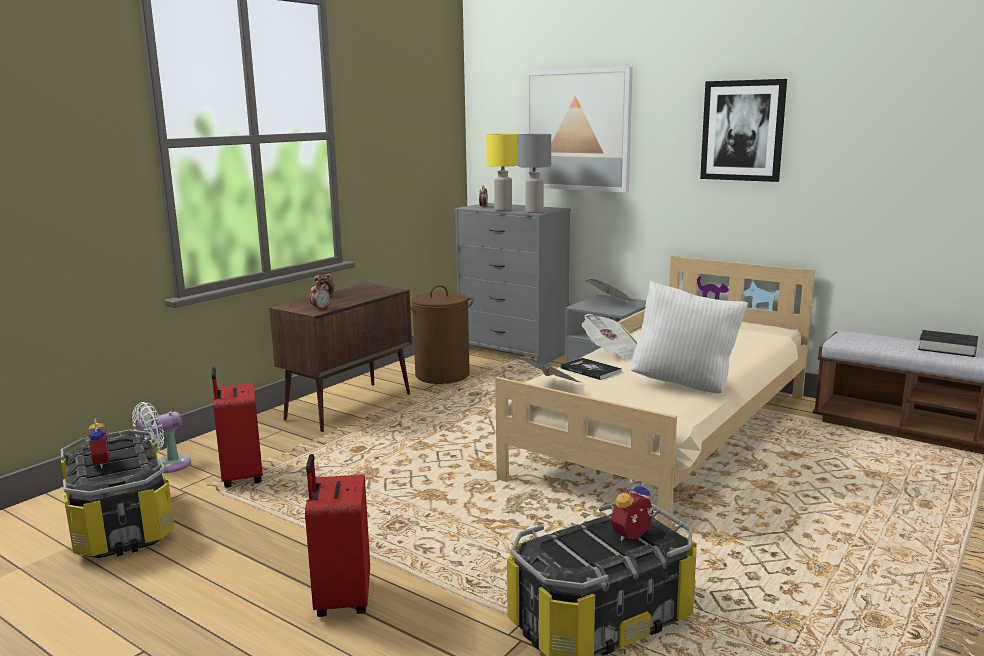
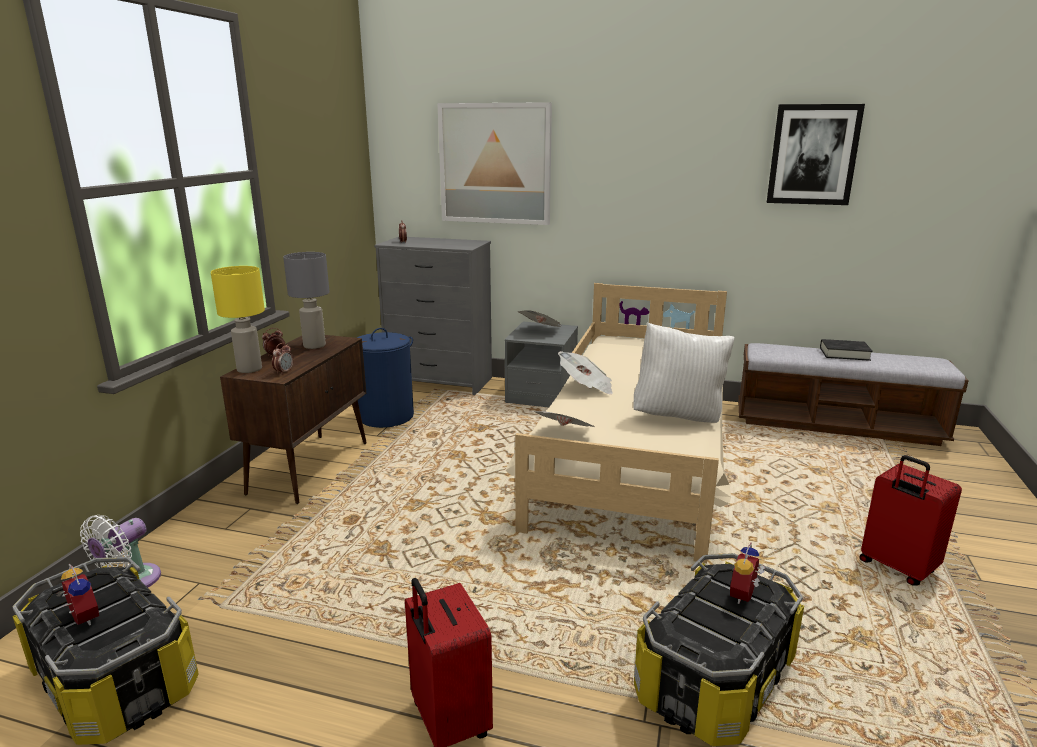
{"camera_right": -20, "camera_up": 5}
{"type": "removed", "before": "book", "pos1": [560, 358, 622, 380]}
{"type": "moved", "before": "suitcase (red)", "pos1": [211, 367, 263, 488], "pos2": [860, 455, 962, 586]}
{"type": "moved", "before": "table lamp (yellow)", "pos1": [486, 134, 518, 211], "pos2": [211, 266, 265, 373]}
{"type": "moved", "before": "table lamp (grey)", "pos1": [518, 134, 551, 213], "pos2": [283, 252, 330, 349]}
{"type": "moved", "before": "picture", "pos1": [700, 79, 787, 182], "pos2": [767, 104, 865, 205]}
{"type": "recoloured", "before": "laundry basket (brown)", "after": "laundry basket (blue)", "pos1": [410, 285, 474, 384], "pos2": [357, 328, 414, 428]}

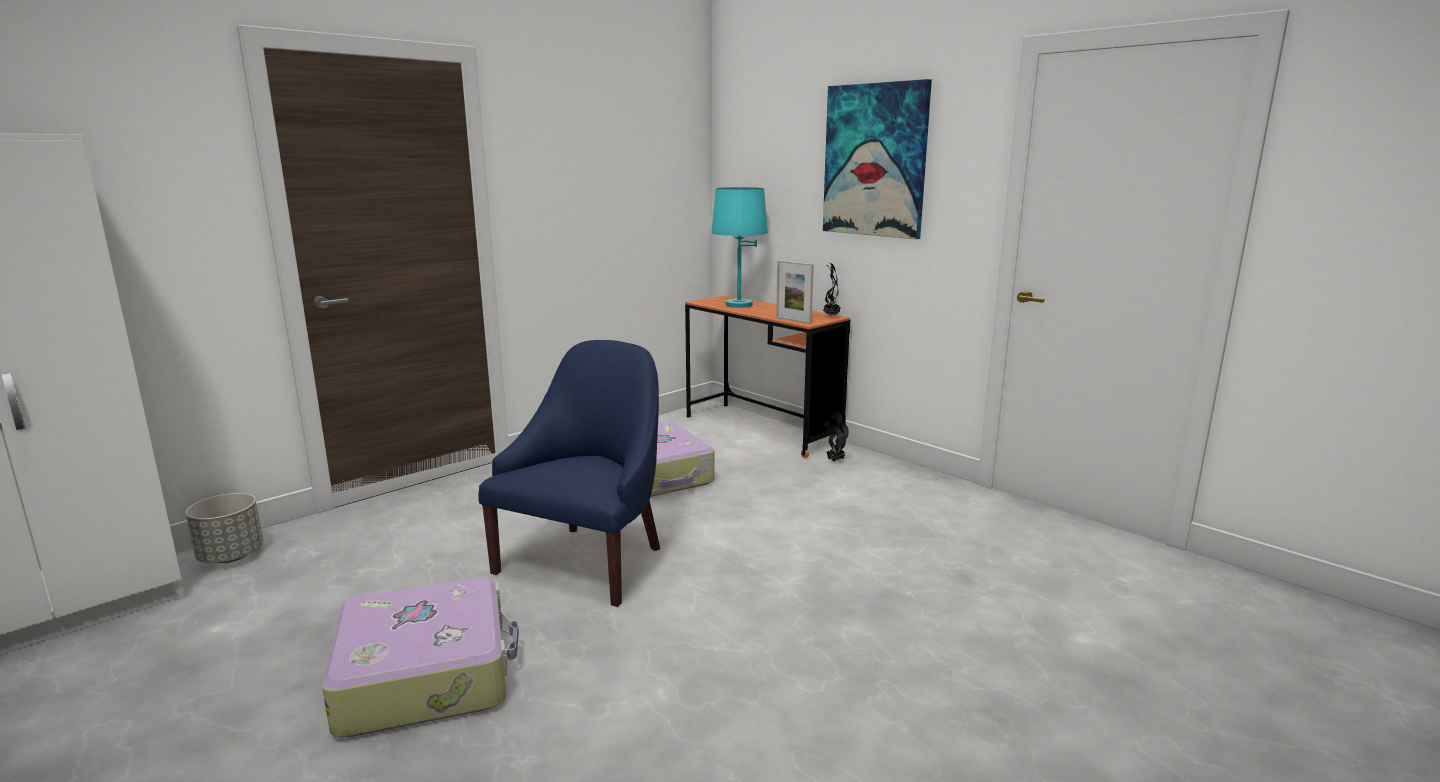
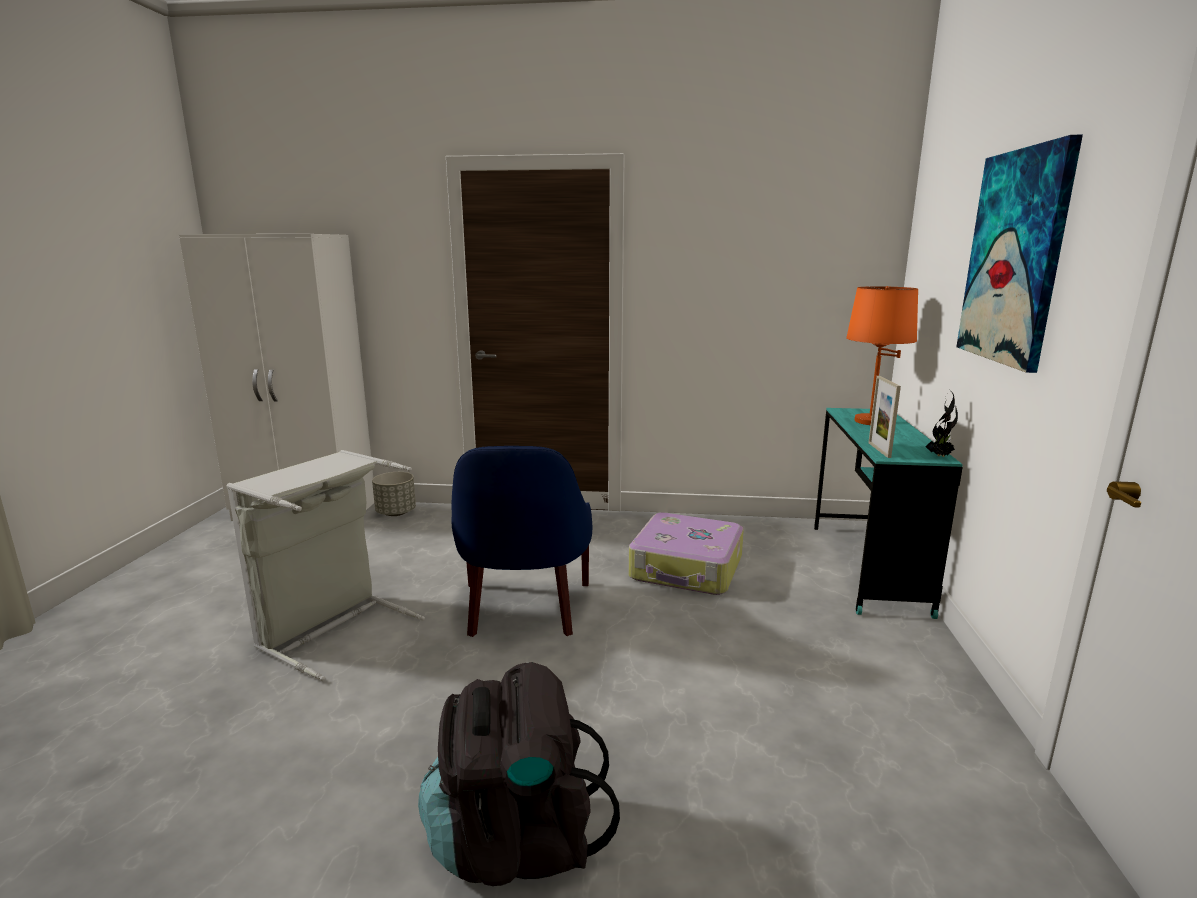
{"camera_right": 50, "camera_up": 0}
{"type": "removed", "before": "potted plant", "pos1": [825, 411, 849, 462]}
{"type": "added", "after": "backpack (black)", "pos2": [418, 662, 620, 886]}
{"type": "replaced", "before": "suitcase", "after": "laundry basket (grey)", "pos1": [322, 578, 519, 737], "pos2": [226, 450, 425, 681]}
{"type": "recoloured", "before": "desk (orange)", "after": "desk (turquoise)", "pos1": [685, 295, 850, 458], "pos2": [814, 408, 963, 619]}
{"type": "recoloured", "before": "table lamp (turquoise)", "after": "table lamp (orange)", "pos1": [711, 187, 768, 308], "pos2": [846, 286, 918, 425]}
{"type": "turned", "before": "armchair (blue)", "pos1": [478, 340, 660, 607], "pos2": [452, 446, 592, 637], "turn": 105}

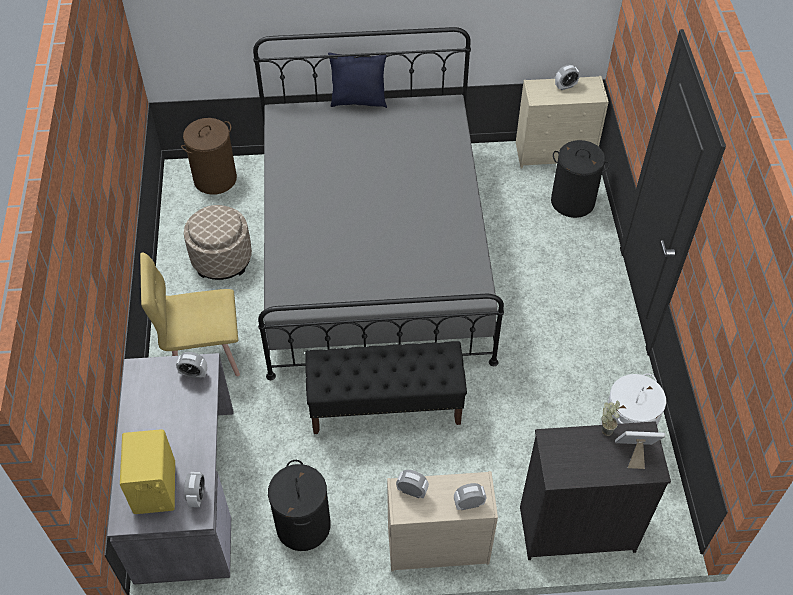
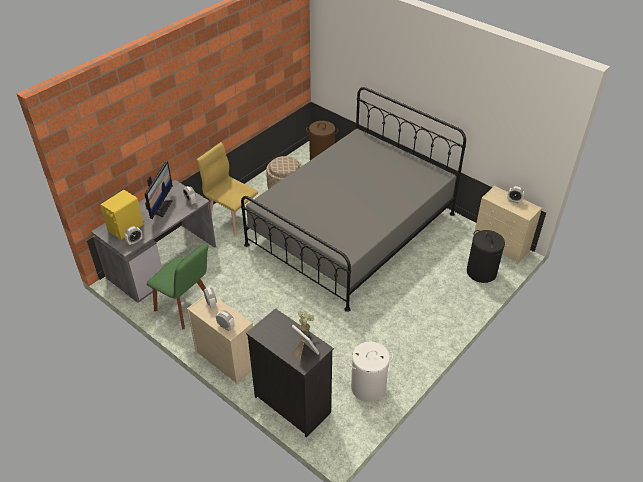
{"camera_right": 45, "camera_up": -10}
{"type": "removed", "before": "bench (black)", "pos1": [305, 341, 467, 434]}
{"type": "removed", "before": "pillow (blue)", "pos1": [328, 53, 387, 108]}
{"type": "added", "after": "monitor", "pos2": [145, 161, 173, 219]}
{"type": "replaced", "before": "laundry basket (black)", "after": "chair (green)", "pos1": [268, 460, 331, 551], "pos2": [147, 243, 208, 330]}

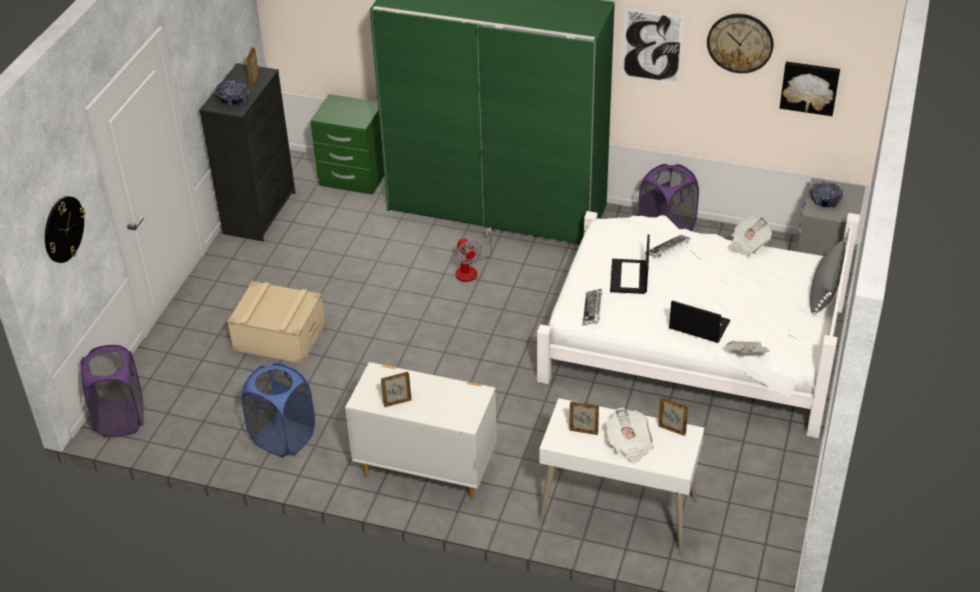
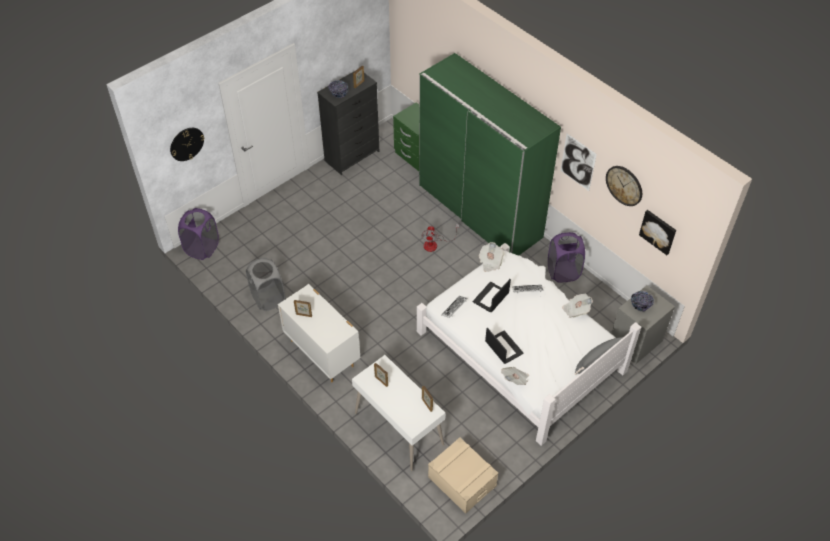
{"camera_right": 30, "camera_up": 10}
{"type": "moved", "before": "storage box (beige)", "pos1": [227, 281, 326, 364], "pos2": [428, 437, 498, 514]}
{"type": "moved", "before": "newspaper", "pos1": [606, 407, 654, 463], "pos2": [479, 242, 504, 272]}
{"type": "recoloured", "before": "laundry basket (blue)", "after": "laundry basket (grey)", "pos1": [242, 363, 315, 457], "pos2": [246, 258, 285, 311]}

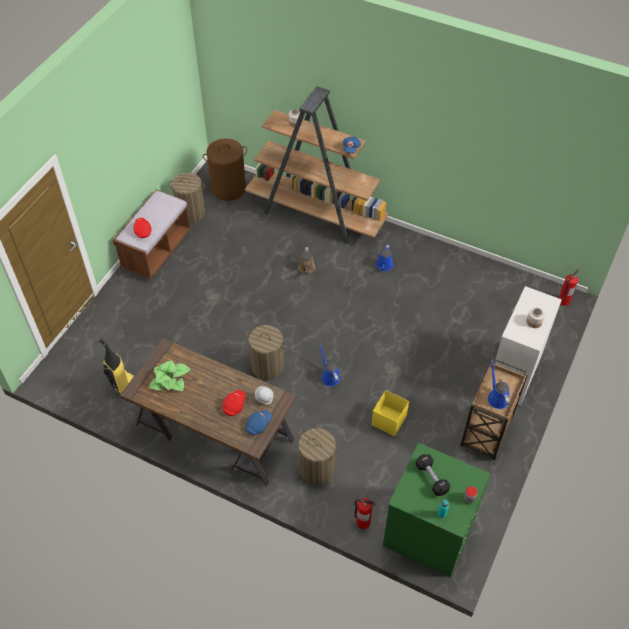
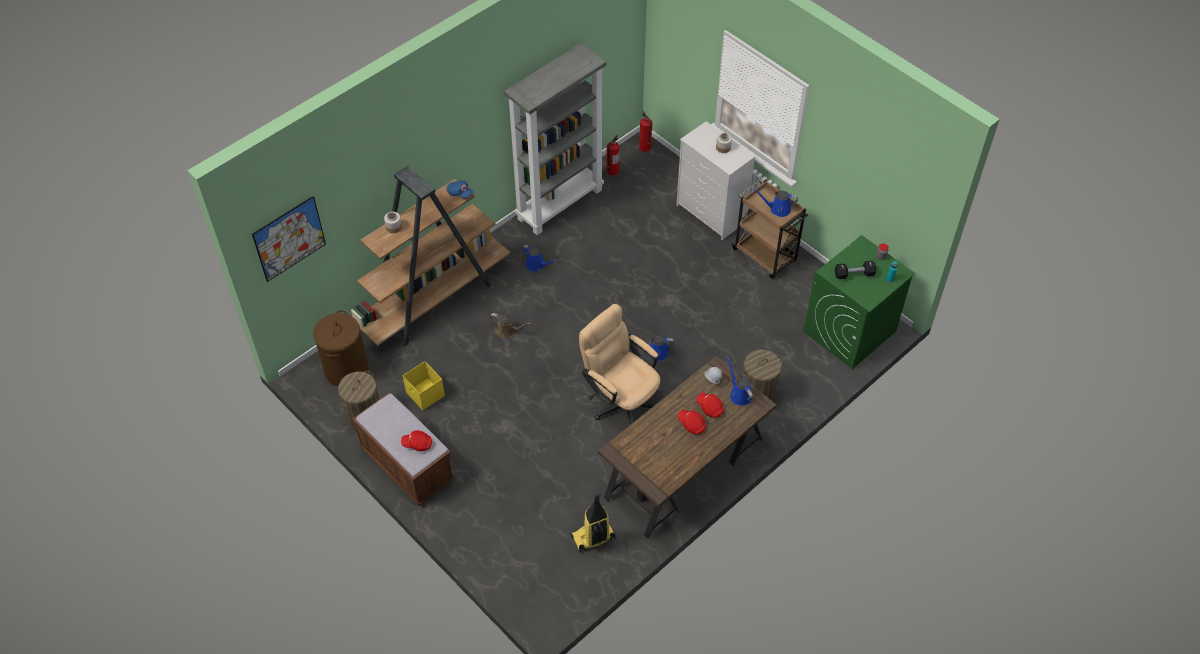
{"camera_right": -70, "camera_up": 0}
{"type": "removed", "before": "potted plant", "pos1": [149, 360, 191, 391]}
{"type": "added", "after": "picture", "pos2": [252, 196, 326, 282]}
{"type": "added", "after": "bookcase (grey)", "pos2": [504, 43, 606, 235]}
{"type": "added", "after": "cap (red)", "pos2": [678, 410, 706, 434]}
{"type": "moved", "before": "fire extinguisher", "pos1": [354, 498, 375, 529], "pos2": [607, 135, 619, 176]}
{"type": "moved", "before": "storage box (yellow)", "pos1": [372, 390, 409, 436], "pos2": [403, 361, 445, 410]}
{"type": "replaced", "before": "cap (blue)", "after": "watering can (blue)", "pos1": [245, 410, 272, 435], "pos2": [727, 357, 753, 406]}
{"type": "replaced", "before": "laundry basket", "after": "office chair (beige)", "pos1": [246, 325, 286, 379], "pos2": [579, 304, 661, 425]}

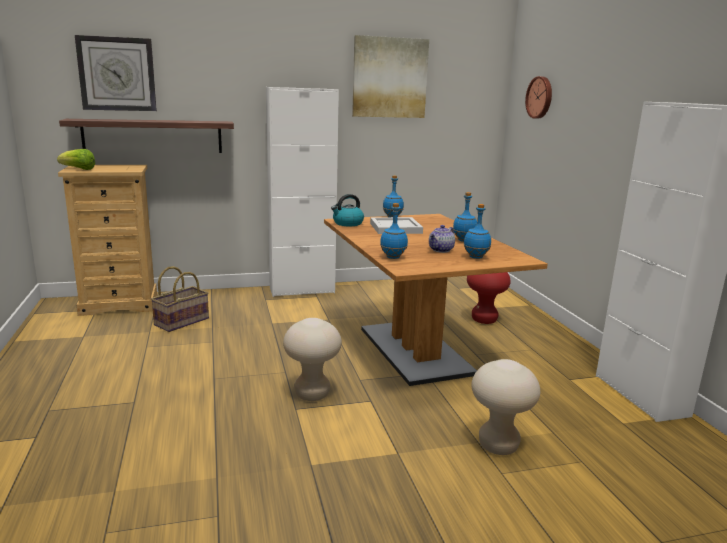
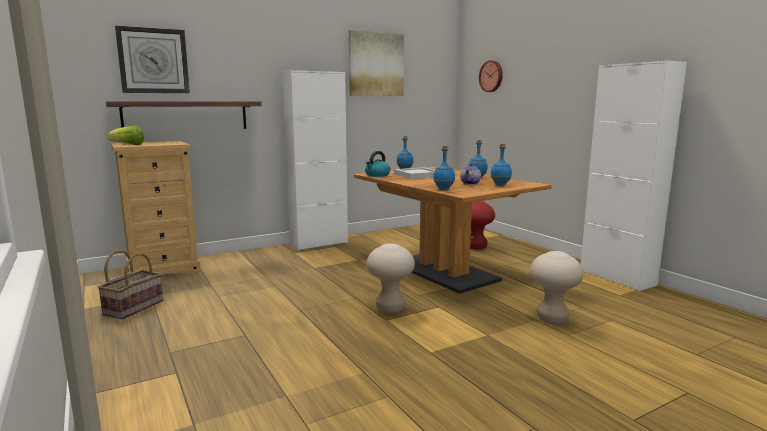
{"camera_right": -15, "camera_up": -5}
{"type": "moved", "before": "basket", "pos1": [151, 266, 209, 332], "pos2": [97, 250, 163, 320]}

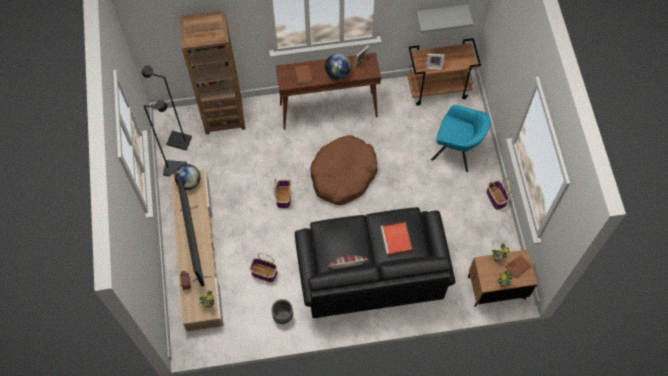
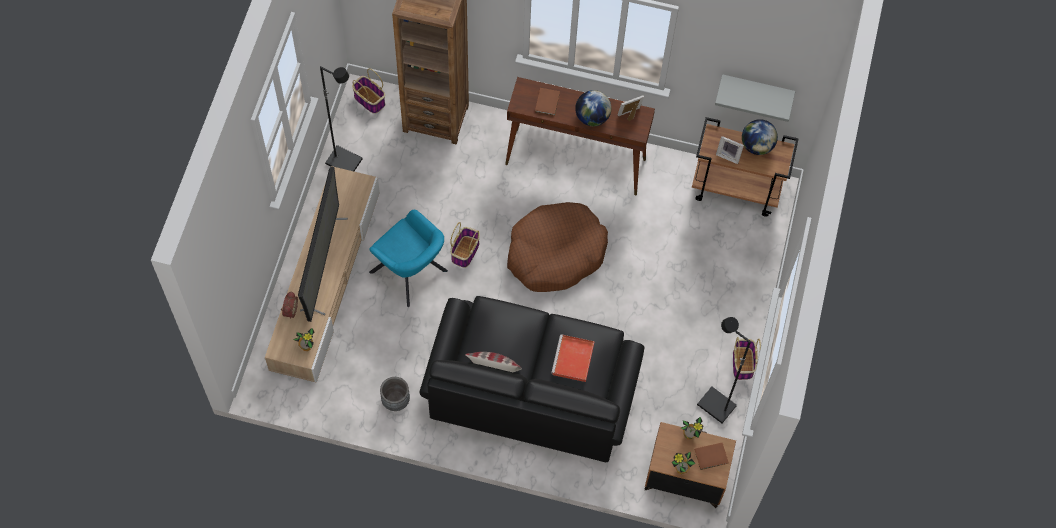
{"camera_right": 20, "camera_up": 0}
{"type": "moved", "before": "floor lamp (black)", "pos1": [142, 66, 192, 150], "pos2": [697, 317, 751, 423]}
{"type": "moved", "before": "globe", "pos1": [174, 164, 200, 190], "pos2": [742, 119, 778, 155]}
{"type": "moved", "before": "basket", "pos1": [250, 253, 277, 282], "pos2": [352, 68, 385, 114]}
{"type": "moved", "before": "armchair (turquoise)", "pos1": [431, 105, 491, 172], "pos2": [369, 210, 448, 307]}

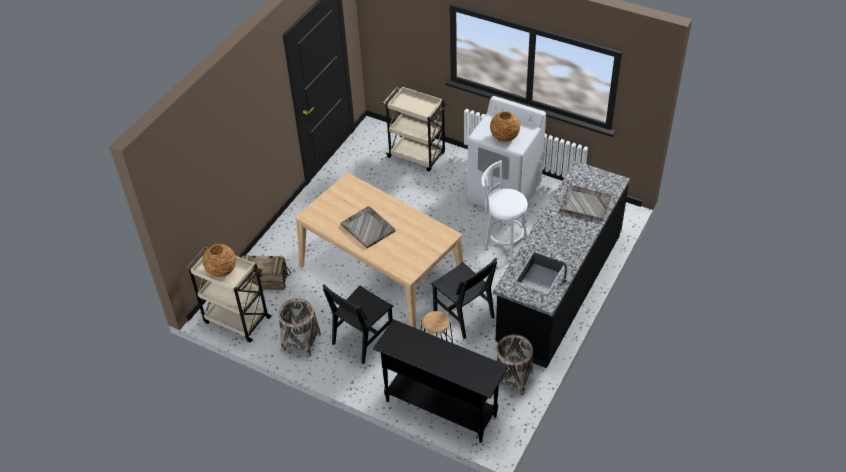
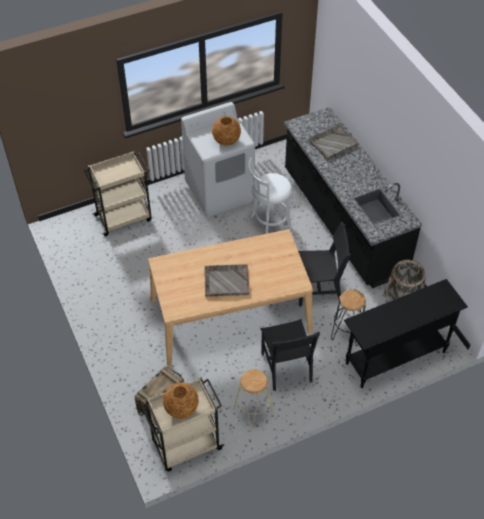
{"camera_right": -55, "camera_up": 5}
{"type": "replaced", "before": "basket", "after": "stool (beige)", "pos1": [278, 298, 321, 357], "pos2": [234, 369, 273, 429]}

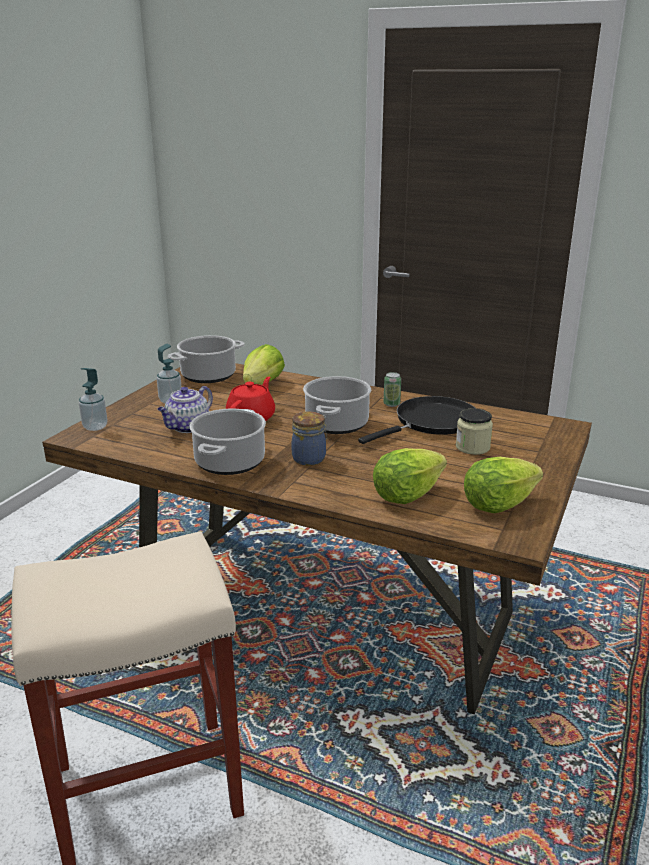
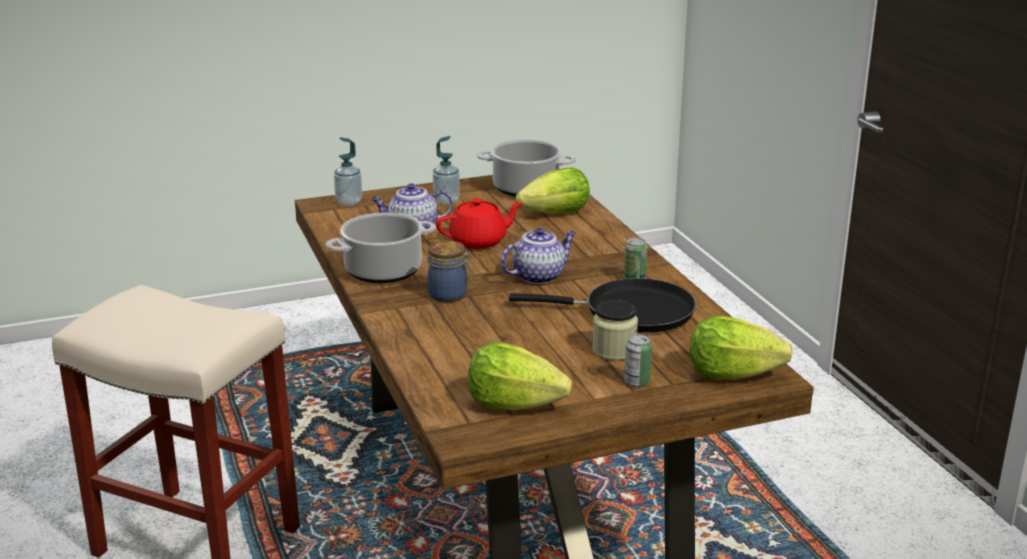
{"camera_right": 45, "camera_up": 0}
{"type": "added", "after": "can", "pos2": [624, 334, 652, 387]}
{"type": "moved", "before": "lettuce", "pos1": [373, 448, 447, 504], "pos2": [690, 316, 793, 379]}
{"type": "replaced", "before": "cooking pot", "after": "teapot", "pos1": [303, 376, 371, 434], "pos2": [501, 228, 576, 284]}

